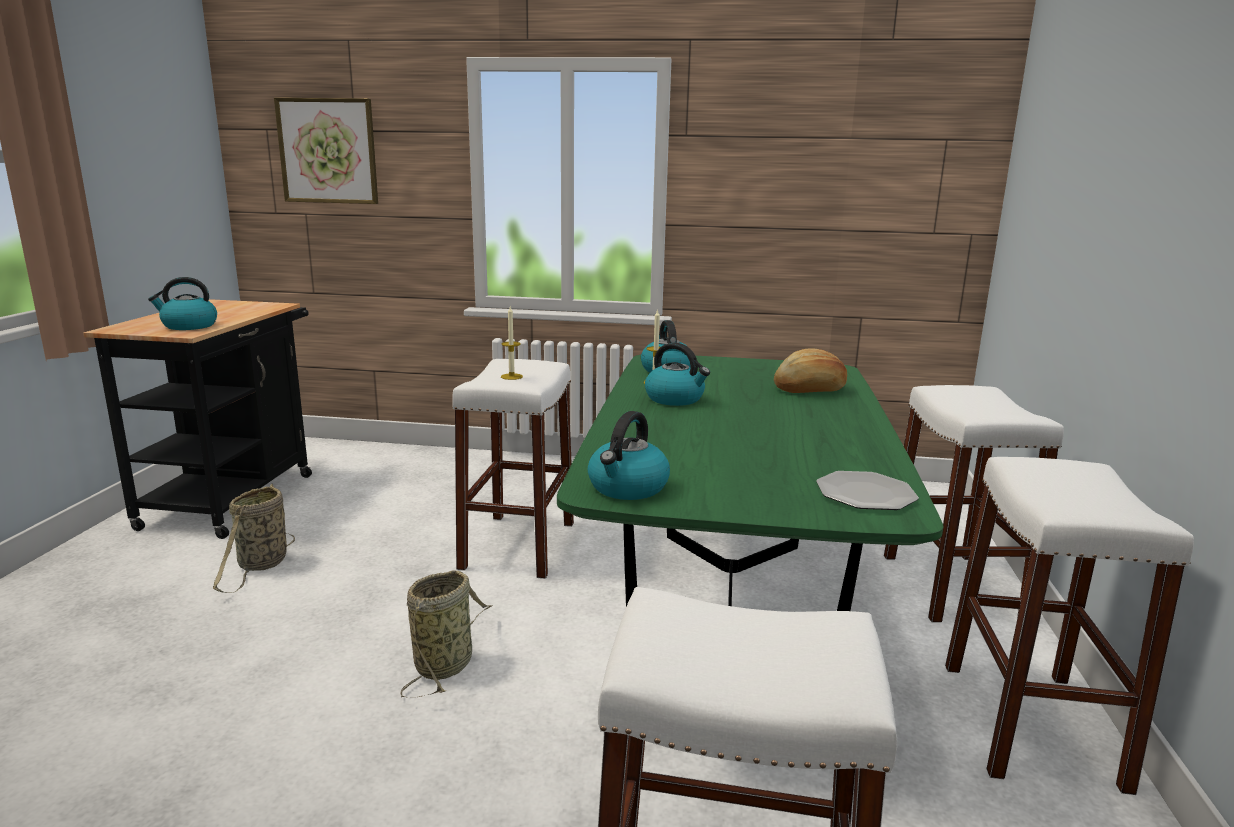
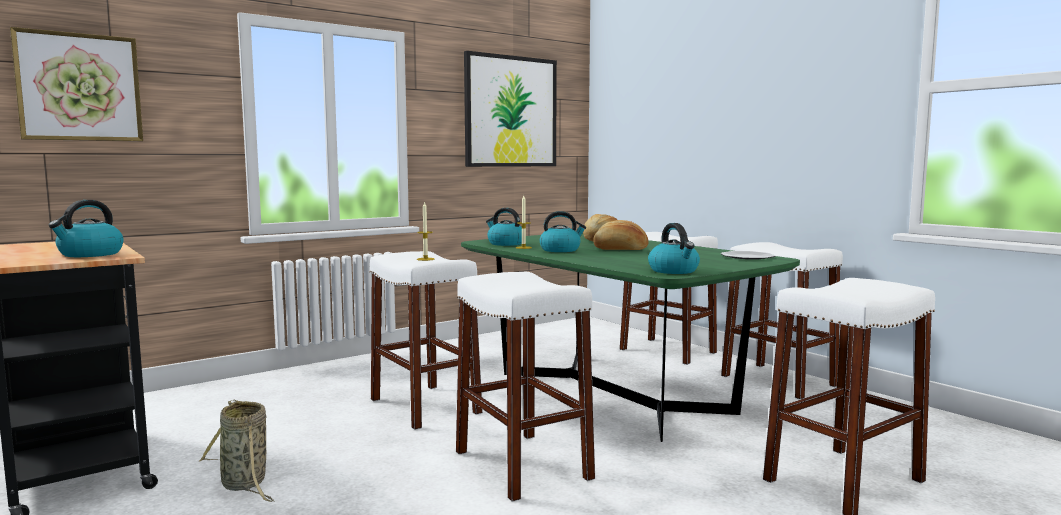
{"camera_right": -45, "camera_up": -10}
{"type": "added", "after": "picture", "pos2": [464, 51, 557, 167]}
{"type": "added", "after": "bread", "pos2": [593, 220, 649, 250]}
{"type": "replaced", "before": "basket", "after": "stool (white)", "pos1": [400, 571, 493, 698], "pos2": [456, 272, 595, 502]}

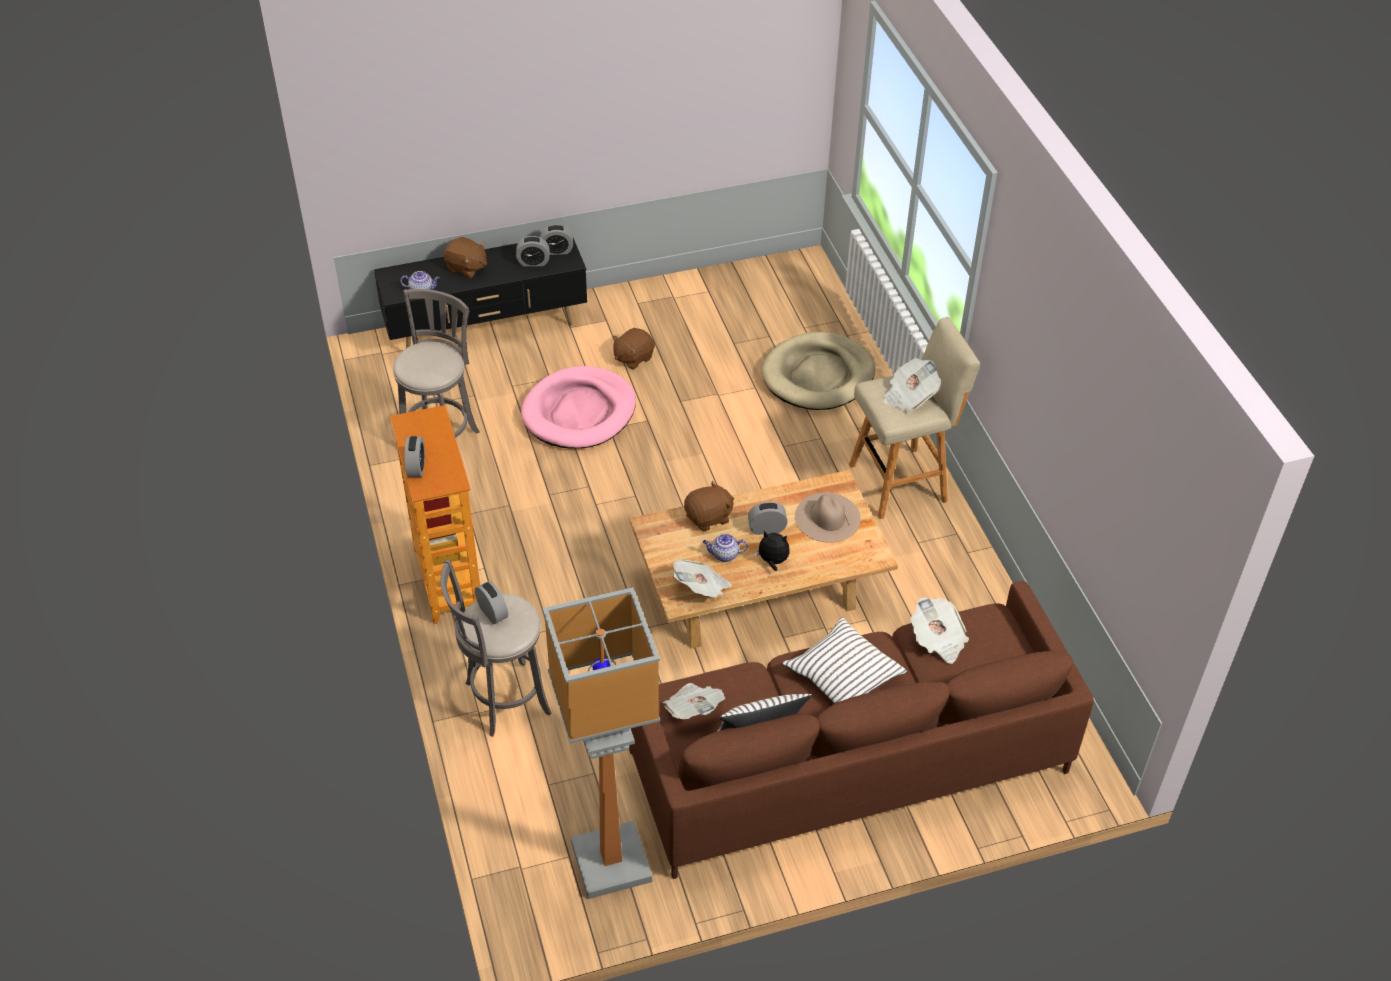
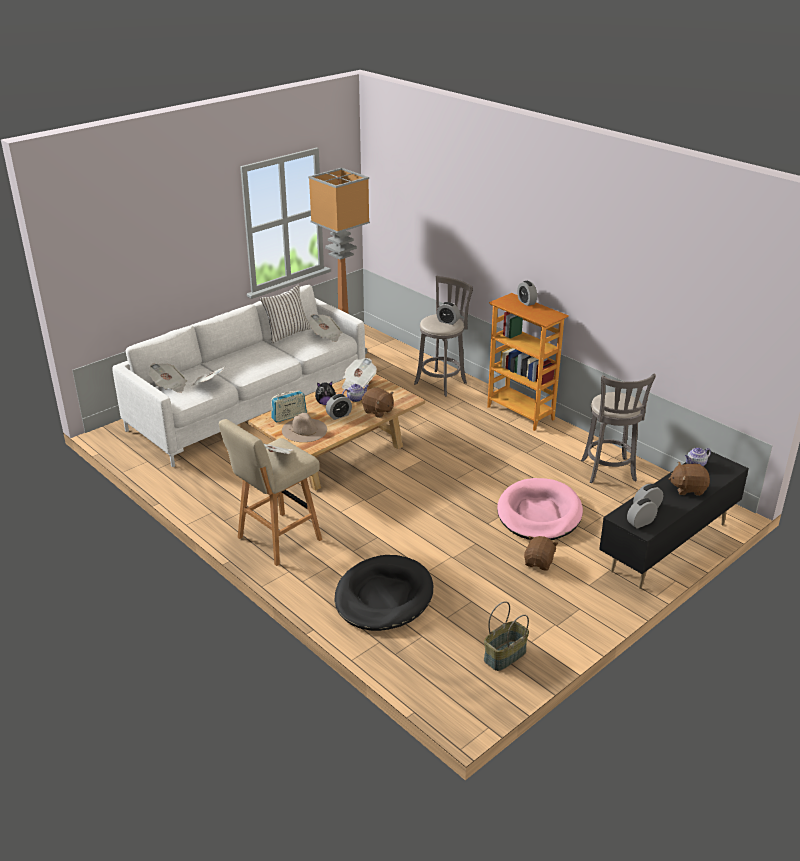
{"camera_right": 155, "camera_up": -15}
{"type": "removed", "before": "pillow (white)", "pos1": [782, 617, 907, 704]}
{"type": "added", "after": "newspaper", "pos2": [149, 363, 187, 393]}
{"type": "added", "after": "radio", "pos2": [271, 391, 307, 422]}
{"type": "added", "after": "basket", "pos2": [484, 601, 529, 671]}
{"type": "recoloured", "before": "sofa (brown)", "after": "sofa (white)", "pos1": [629, 581, 1094, 879], "pos2": [112, 285, 365, 467]}
{"type": "recoloured", "before": "dog bed (beige)", "after": "dog bed (black)", "pos1": [761, 332, 875, 410], "pos2": [334, 555, 433, 631]}
{"type": "turned", "before": "plush toy (brown)", "pos1": [684, 480, 734, 531], "pos2": [362, 388, 394, 418], "turn": -90}

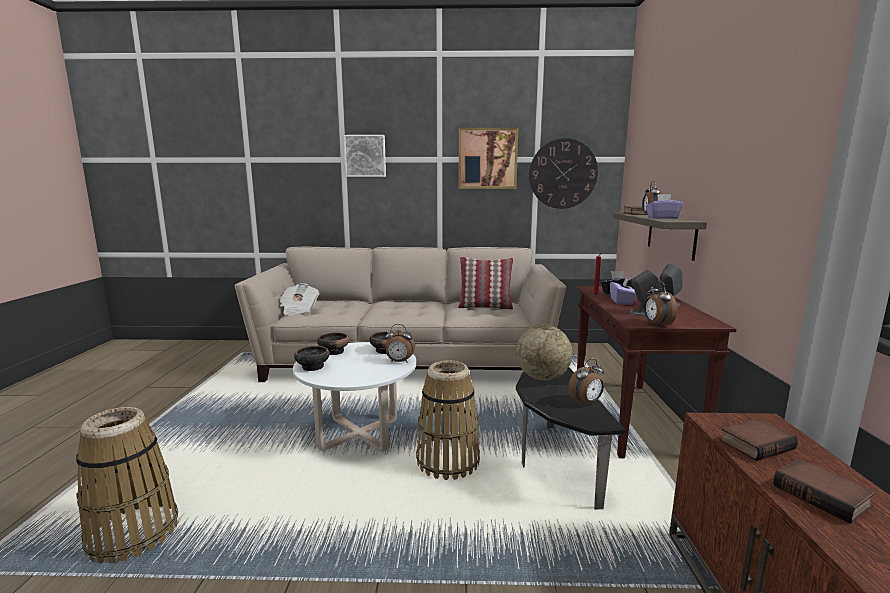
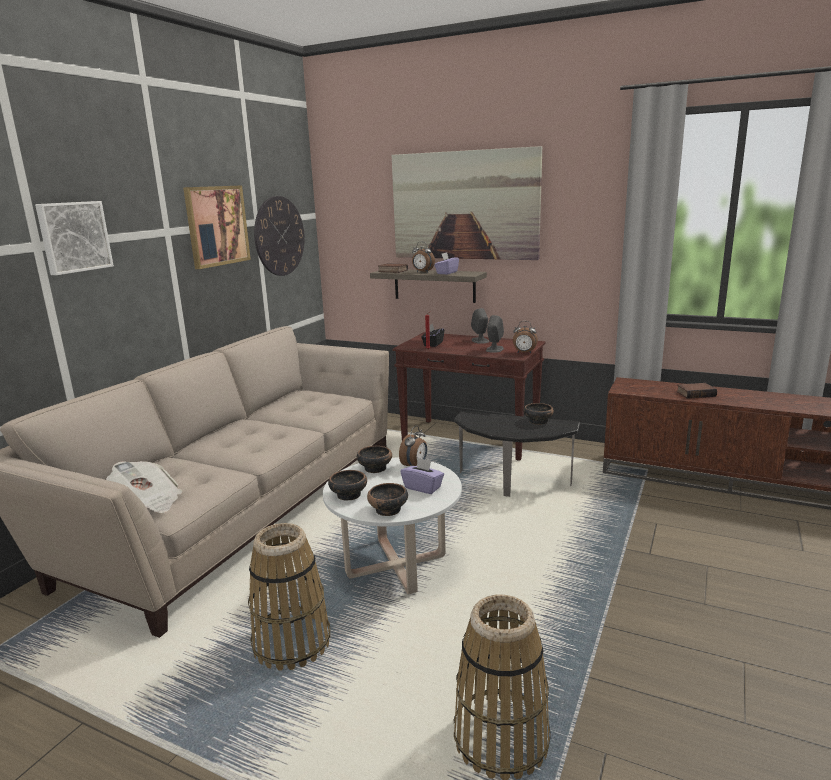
{"camera_right": -65, "camera_up": 5}
{"type": "removed", "before": "pillow", "pos1": [458, 257, 513, 310]}
{"type": "removed", "before": "globe", "pos1": [516, 325, 572, 380]}
{"type": "removed", "before": "book", "pos1": [720, 419, 798, 461]}
{"type": "added", "after": "picture", "pos2": [392, 146, 542, 260]}
{"type": "moved", "before": "basket", "pos1": [416, 360, 480, 480], "pos2": [248, 523, 330, 670]}
{"type": "moved", "before": "tissue box (purple)", "pos1": [610, 278, 636, 305], "pos2": [401, 458, 444, 494]}
{"type": "replaced", "before": "alarm clock", "after": "bowl", "pos1": [568, 359, 604, 405], "pos2": [523, 403, 554, 425]}

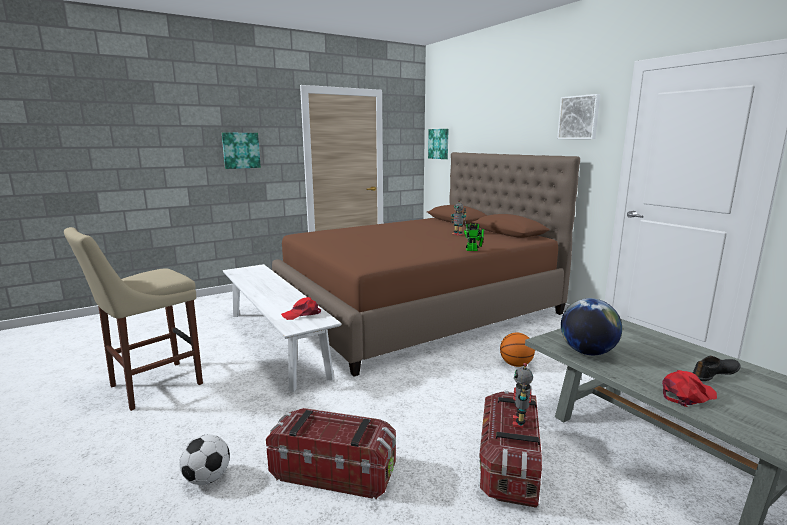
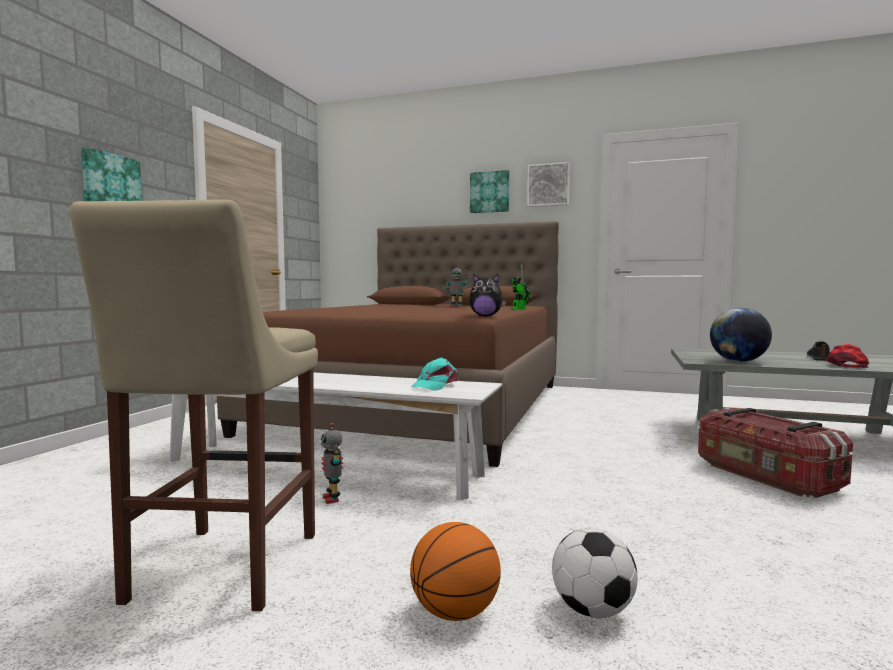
{"camera_right": -40, "camera_up": -10}
{"type": "removed", "before": "storage box", "pos1": [266, 408, 396, 499]}
{"type": "added", "after": "plush toy", "pos2": [469, 274, 506, 317]}
{"type": "moved", "before": "picture", "pos1": [428, 129, 449, 159], "pos2": [470, 170, 509, 213]}
{"type": "moved", "before": "basketball", "pos1": [500, 333, 535, 367], "pos2": [410, 522, 501, 621]}
{"type": "moved", "before": "toy robot", "pos1": [512, 363, 533, 428], "pos2": [321, 423, 343, 504]}
{"type": "recoloured", "before": "cap (red)", "after": "cap (turquoise)", "pos1": [281, 297, 321, 320], "pos2": [411, 358, 457, 391]}

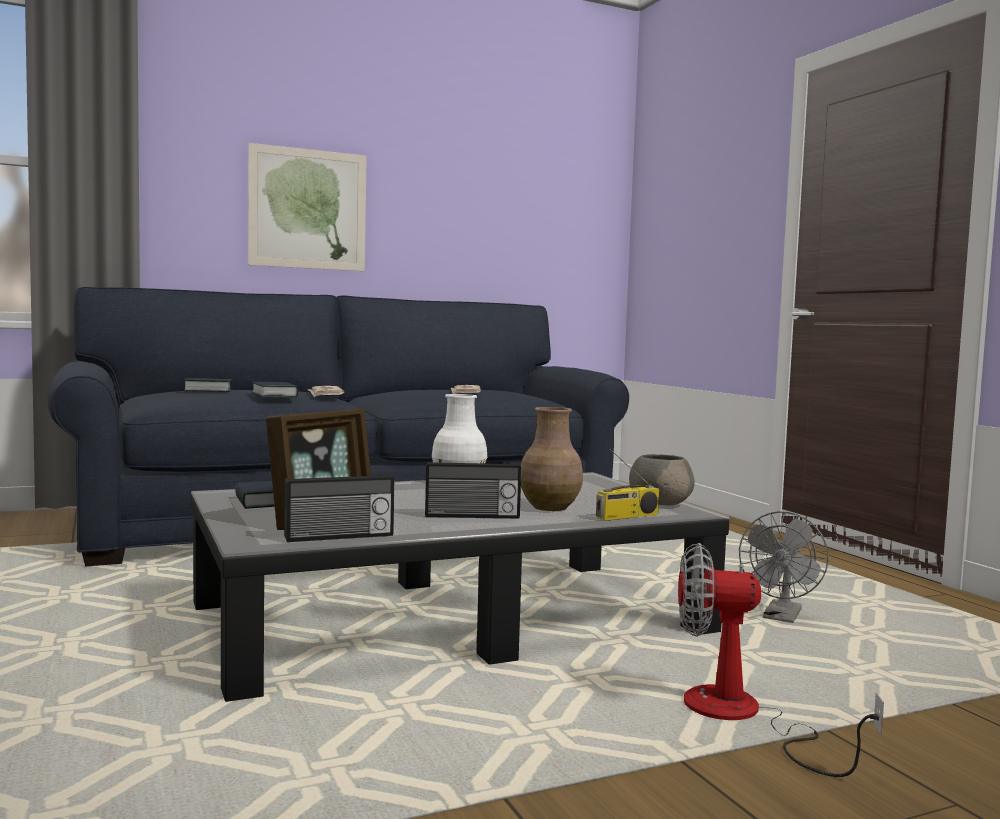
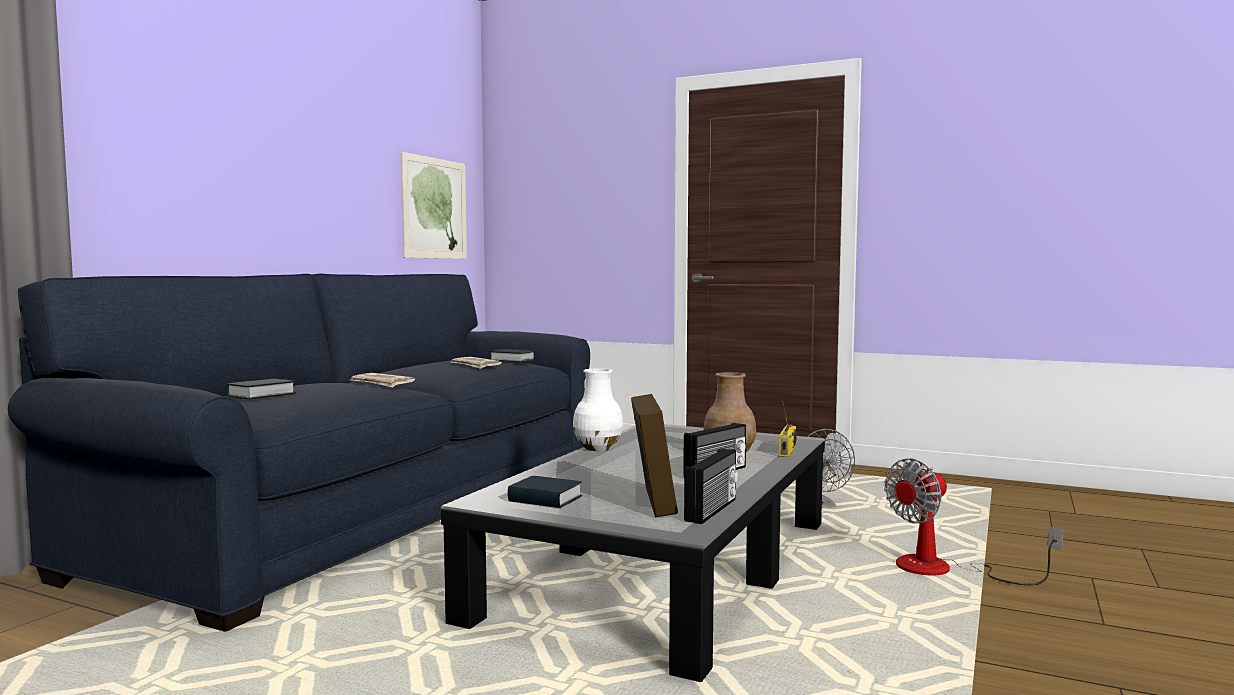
{"camera_right": -40, "camera_up": 0}
{"type": "removed", "before": "bowl (grey)", "pos1": [629, 454, 695, 505]}
{"type": "moved", "before": "picture", "pos1": [248, 143, 367, 271], "pos2": [401, 152, 467, 259]}
{"type": "moved", "before": "book", "pos1": [252, 382, 298, 397], "pos2": [490, 349, 535, 362]}

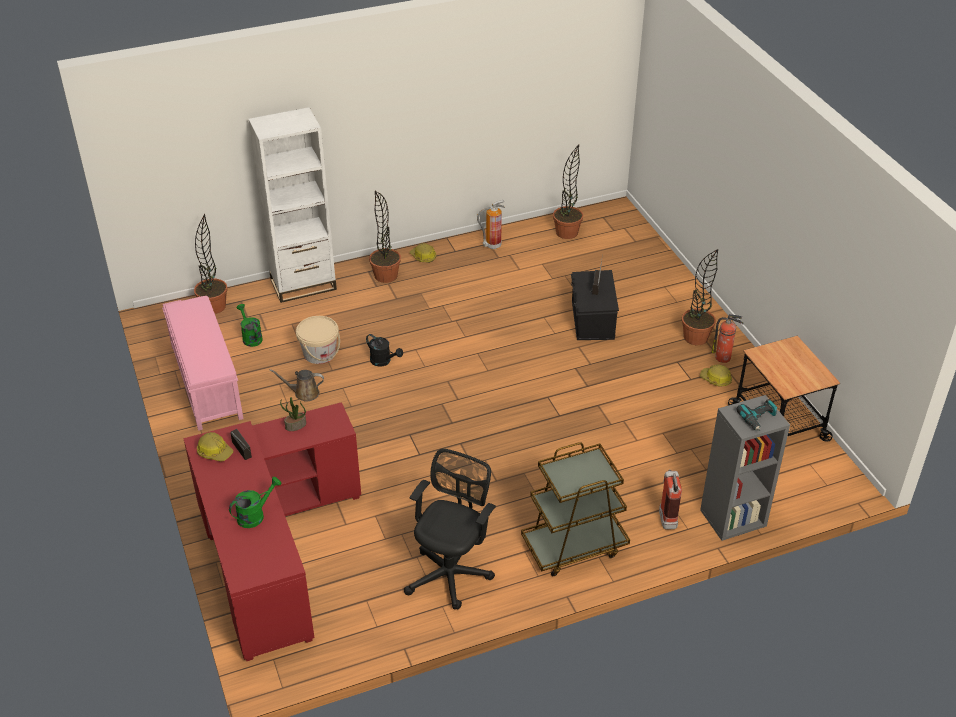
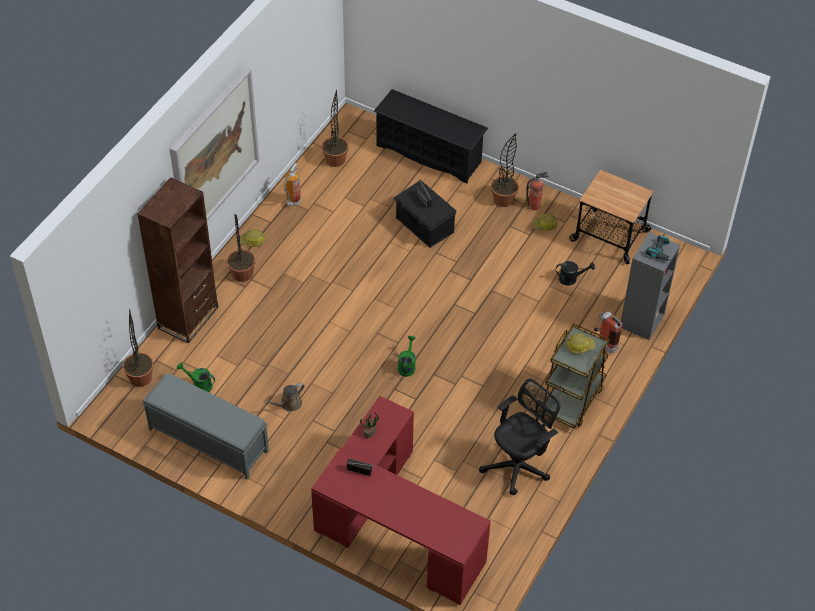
{"camera_right": -40, "camera_up": 10}
{"type": "removed", "before": "bucket (beige)", "pos1": [296, 316, 340, 364]}
{"type": "added", "after": "picture", "pos2": [169, 67, 259, 221]}
{"type": "added", "after": "shoe rack (black)", "pos2": [374, 89, 488, 183]}
{"type": "moved", "before": "hard hat", "pos1": [197, 432, 233, 461], "pos2": [566, 333, 595, 354]}
{"type": "moved", "before": "watering can (green)", "pos1": [229, 477, 282, 528], "pos2": [398, 336, 416, 377]}
{"type": "moved", "before": "watering can (black)", "pos1": [366, 334, 403, 367], "pos2": [556, 261, 595, 285]}
{"type": "recoloured", "before": "bench (pink)", "after": "bench (grey)", "pos1": [162, 296, 244, 431], "pos2": [142, 373, 269, 480]}
{"type": "recoloured", "before": "bookcase (white)", "after": "bookcase (brown)", "pos1": [249, 107, 337, 303], "pos2": [137, 177, 218, 344]}
{"type": "turned", "before": "office chair (black)", "pos1": [404, 449, 496, 610], "pos2": [479, 379, 561, 495], "turn": 60}

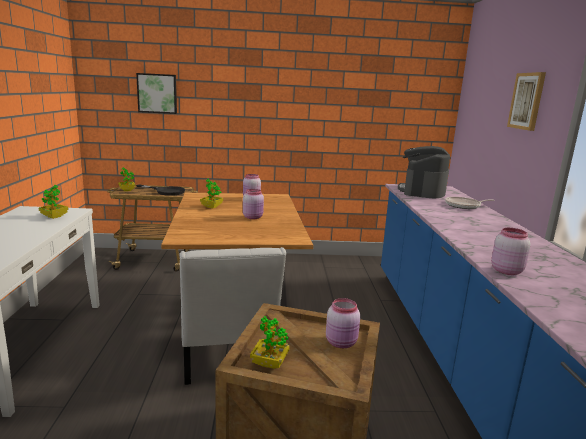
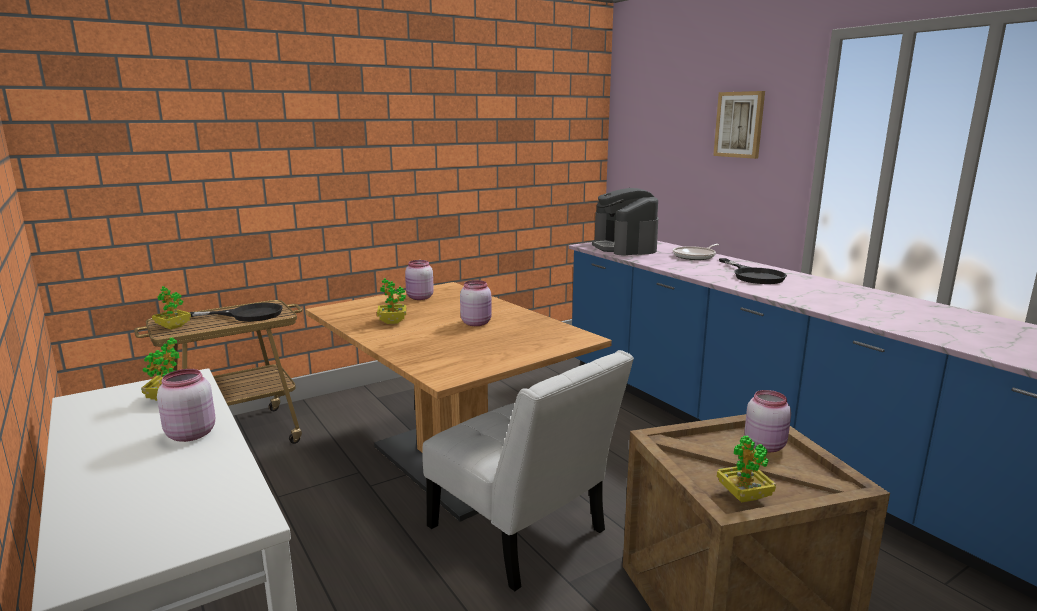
{"camera_right": -30, "camera_up": 0}
{"type": "removed", "before": "picture", "pos1": [136, 73, 177, 114]}
{"type": "added", "after": "frying pan (black)", "pos2": [719, 258, 787, 284]}
{"type": "moved", "before": "jar (pink)", "pos1": [491, 228, 531, 275], "pos2": [157, 369, 215, 442]}

